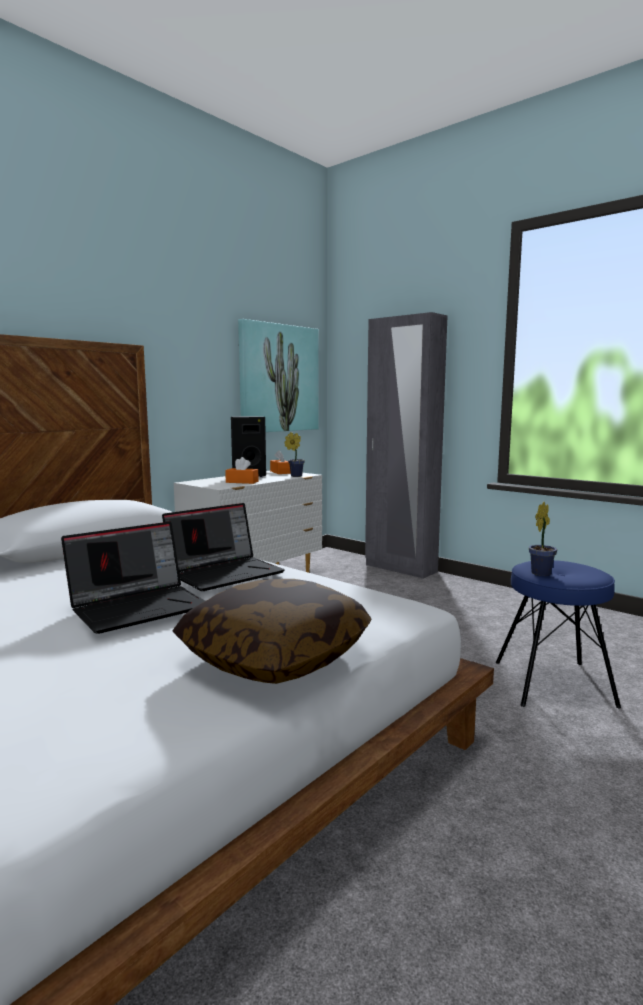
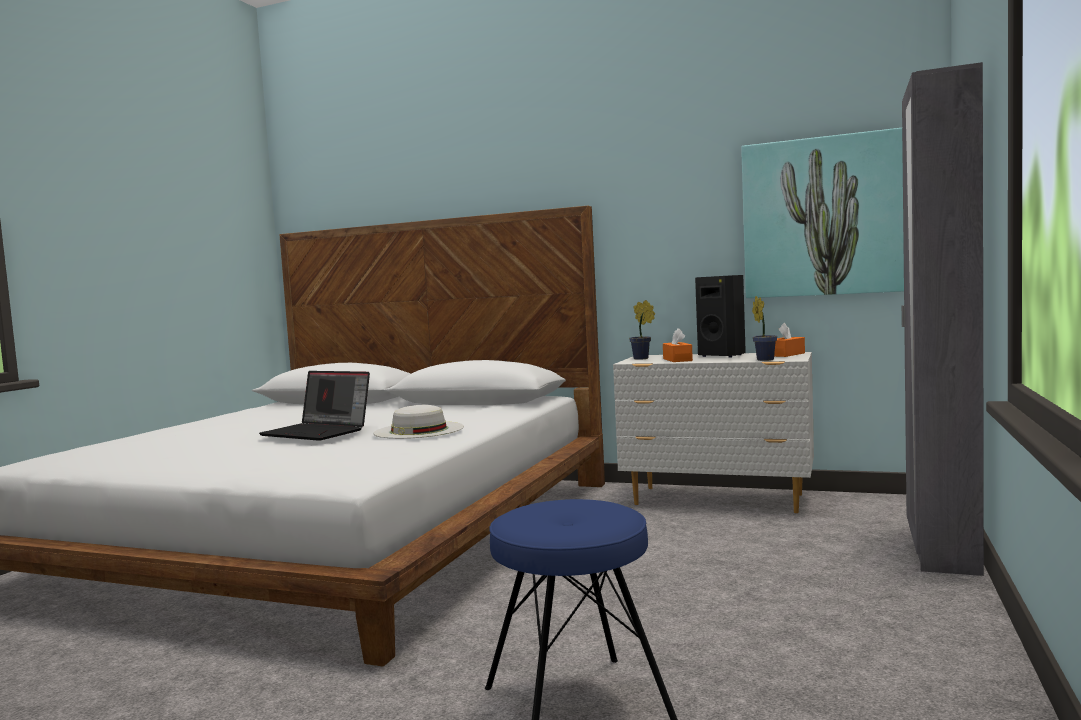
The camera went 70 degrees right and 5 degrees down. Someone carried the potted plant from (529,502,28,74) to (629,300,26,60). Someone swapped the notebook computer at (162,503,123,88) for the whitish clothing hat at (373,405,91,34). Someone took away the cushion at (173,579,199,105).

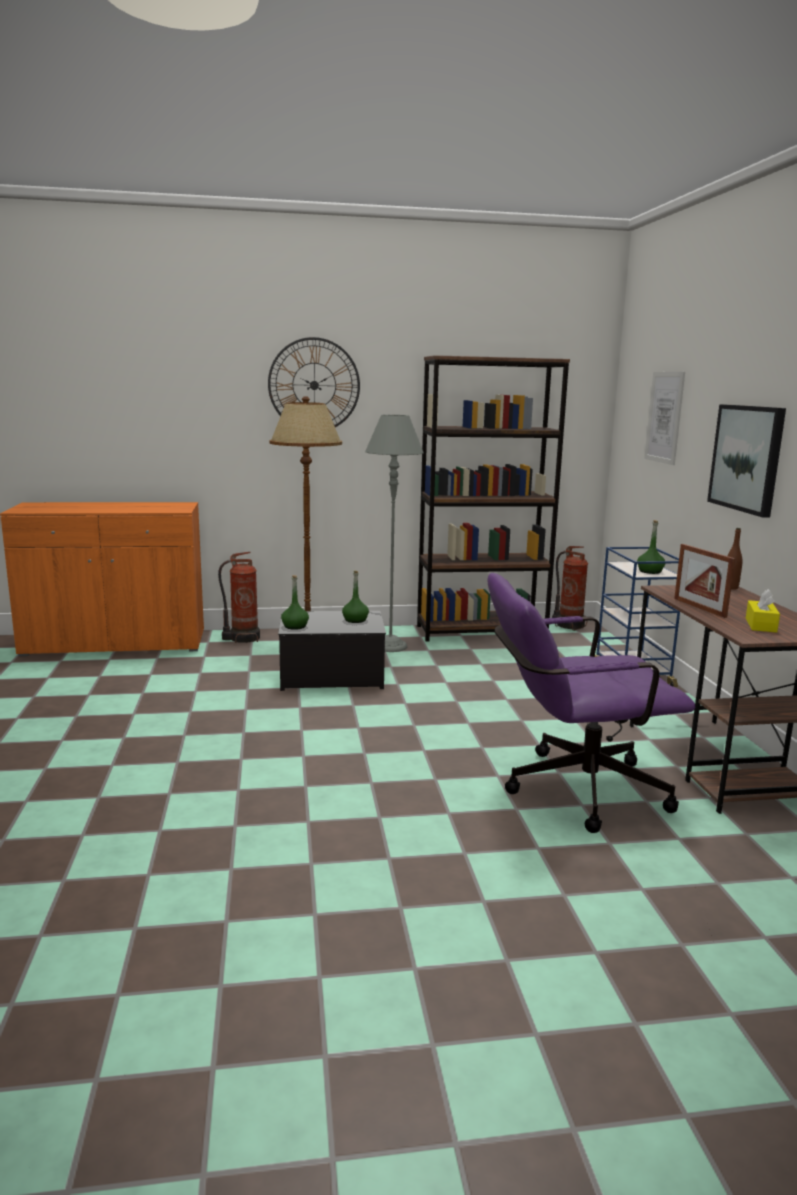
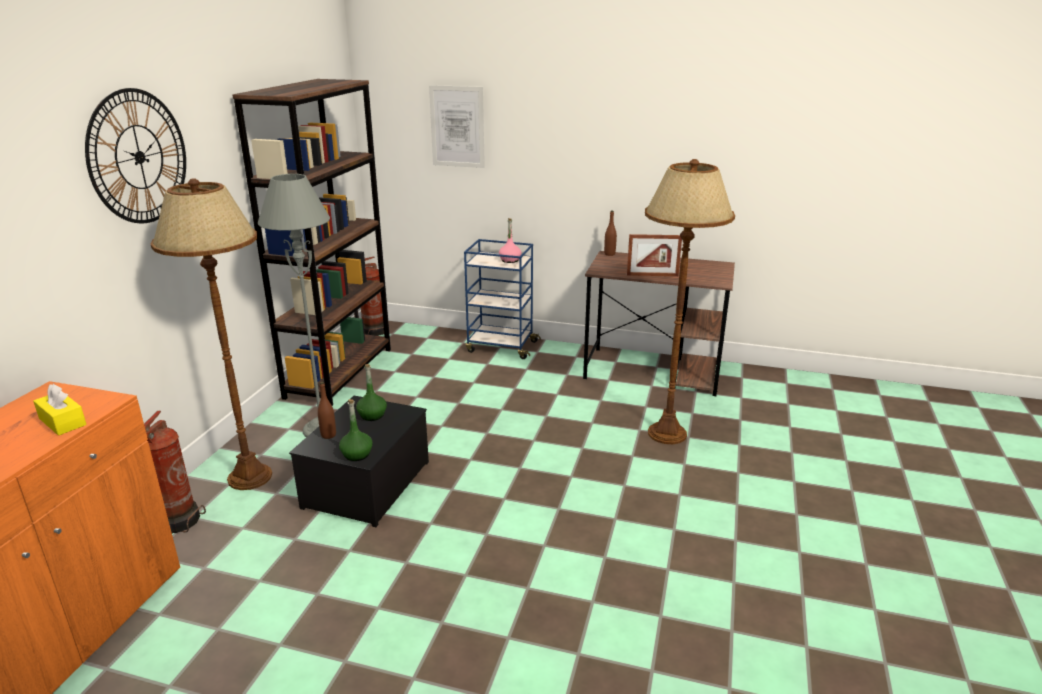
The camera went 65 degrees left and 10 degrees up. Someone took away the wall art at (707,404,79,113). Someone repainted the green bottle at (637,520,28,54), which became the pinkish bottle at (499,218,22,45). Someone swapped the purple-coloured office chair at (487,573,208,260) for the brown standard lamp at (645,159,90,285). Someone carried the yellow-coloured box of tissues from (746,589,34,44) to (33,384,54,51). Someone put down the brown bottle at (318,382,18,57).

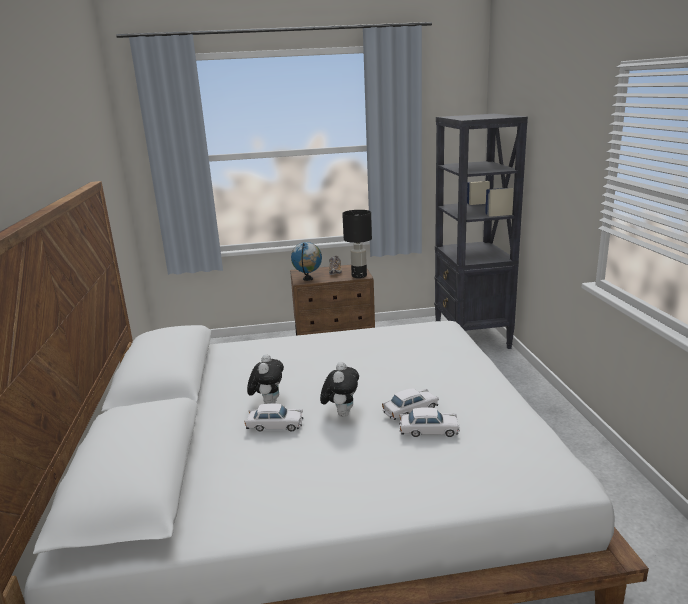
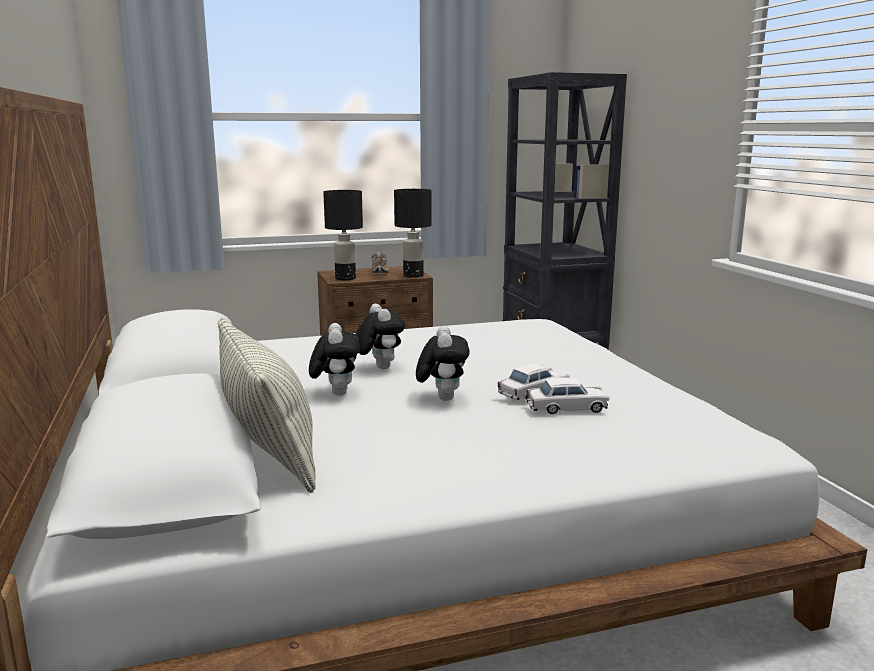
The camera went 10 degrees left and 5 degrees down. Someone swapped the desk globe at (291,242,31,39) for the black-coloured table lamp at (323,190,40,90). Someone took away the whitish toy car at (244,403,59,28). Someone put down the plush toy at (355,304,50,65). Someone put down the cushion at (218,318,98,175).

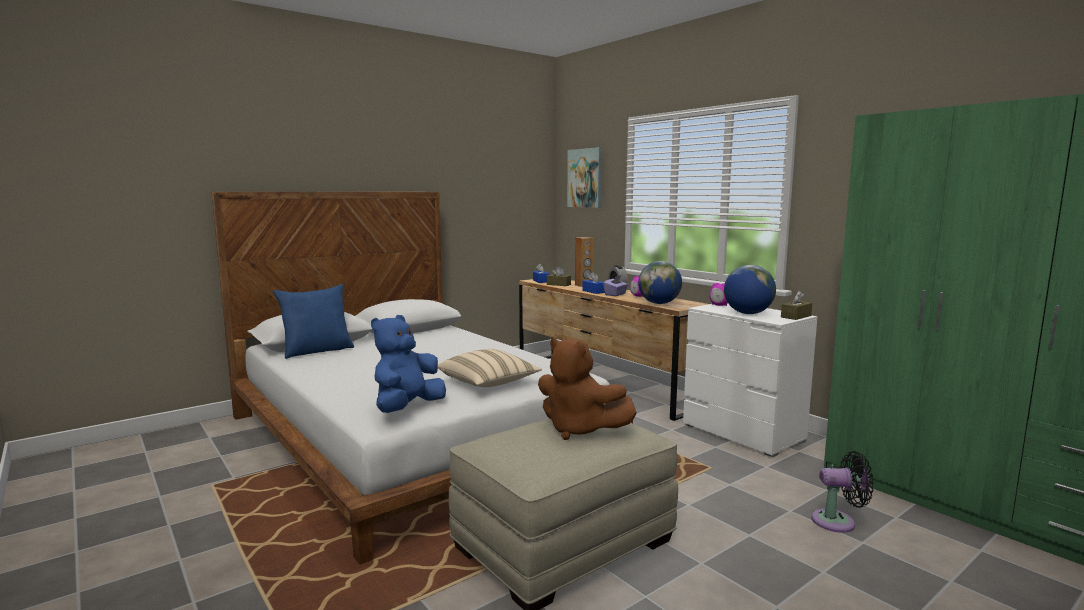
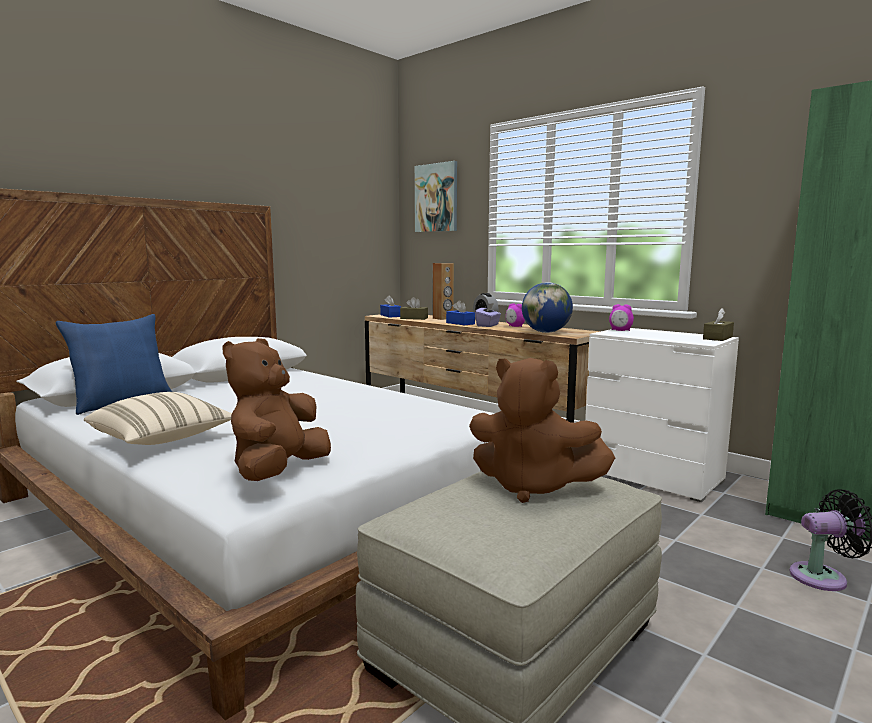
The camera went 10 degrees left and 0 degrees up. Someone took away the desk globe at (724,265,52,49). Someone repainted the blue-coloured plush toy at (371,315,75,98), which became the brown plush toy at (222,338,109,143). Someone carried the beige cushion from (438,349,104,38) to (84,392,148,53).

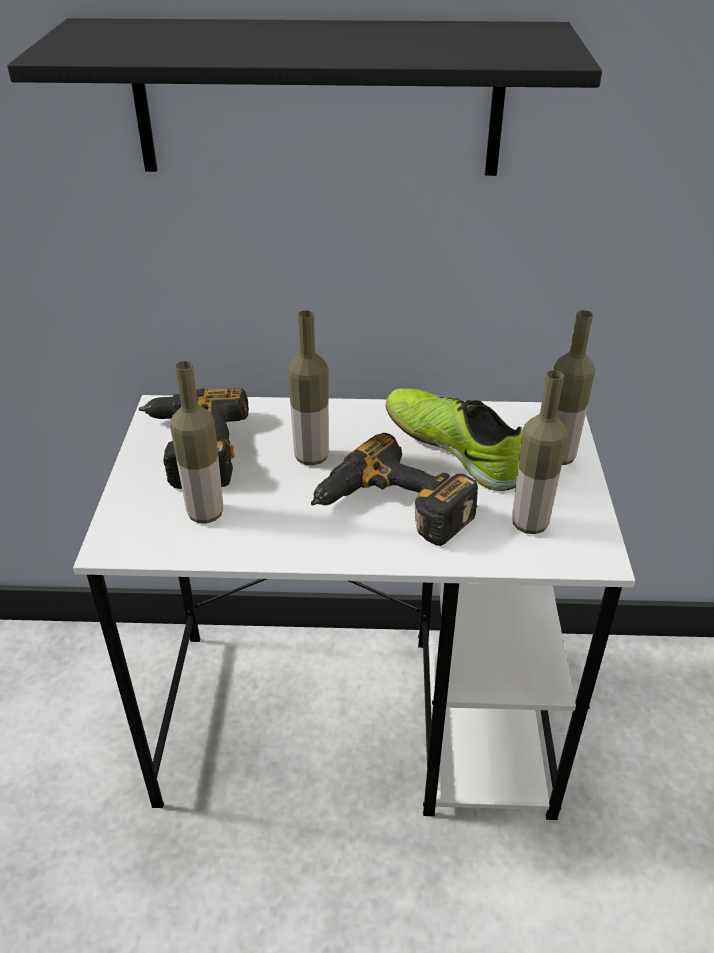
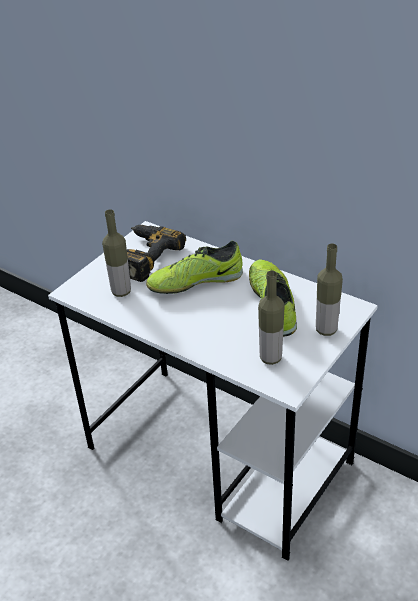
The camera went 35 degrees right and 0 degrees up. Someone took away the black-coloured bracket shelf at (7,18,595,158). Someone swapped the bottle at (288,310,41,156) for the item of footwear at (146,240,97,54). Someone took away the power drill at (311,433,167,113).

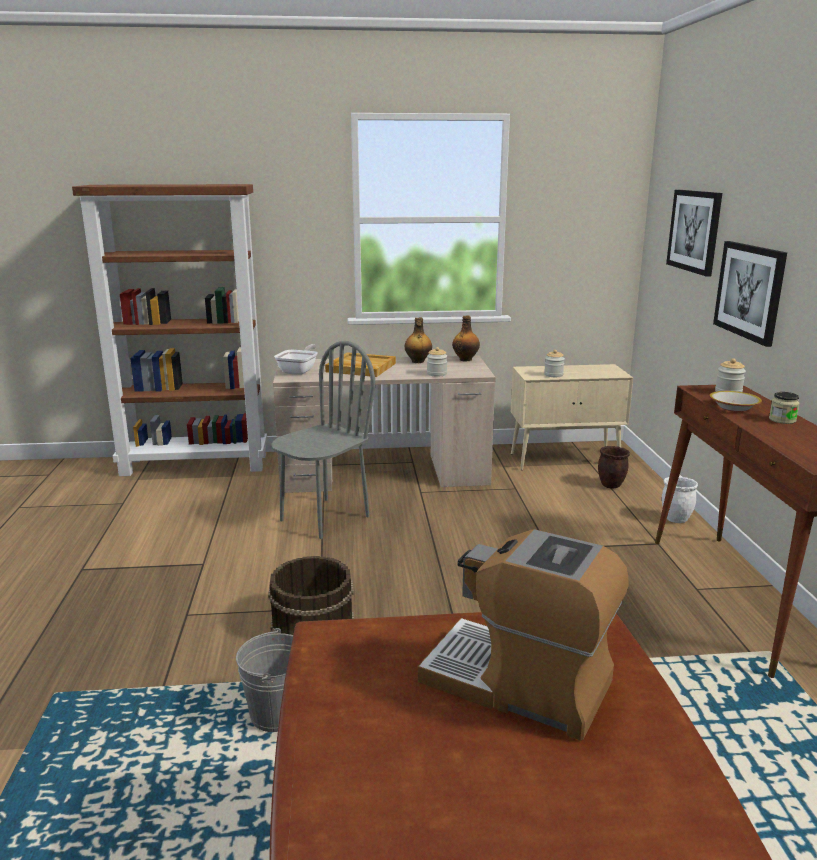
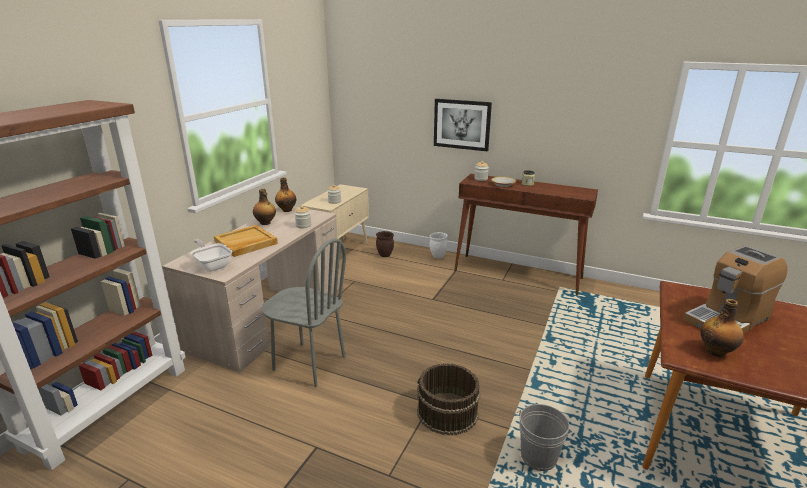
The camera went 60 degrees left and 5 degrees up. Someone took away the wall art at (666,190,56,87). Someone rotated the grey chair at (271,341,104,198) by 135 degrees clockwise. Someone put down the bottle at (700,299,44,58).

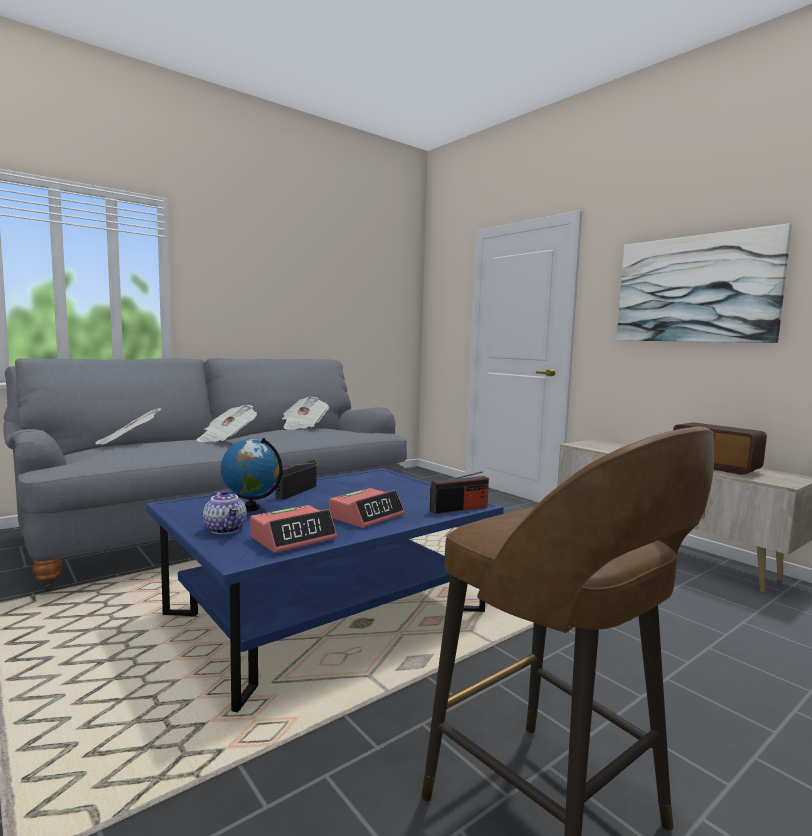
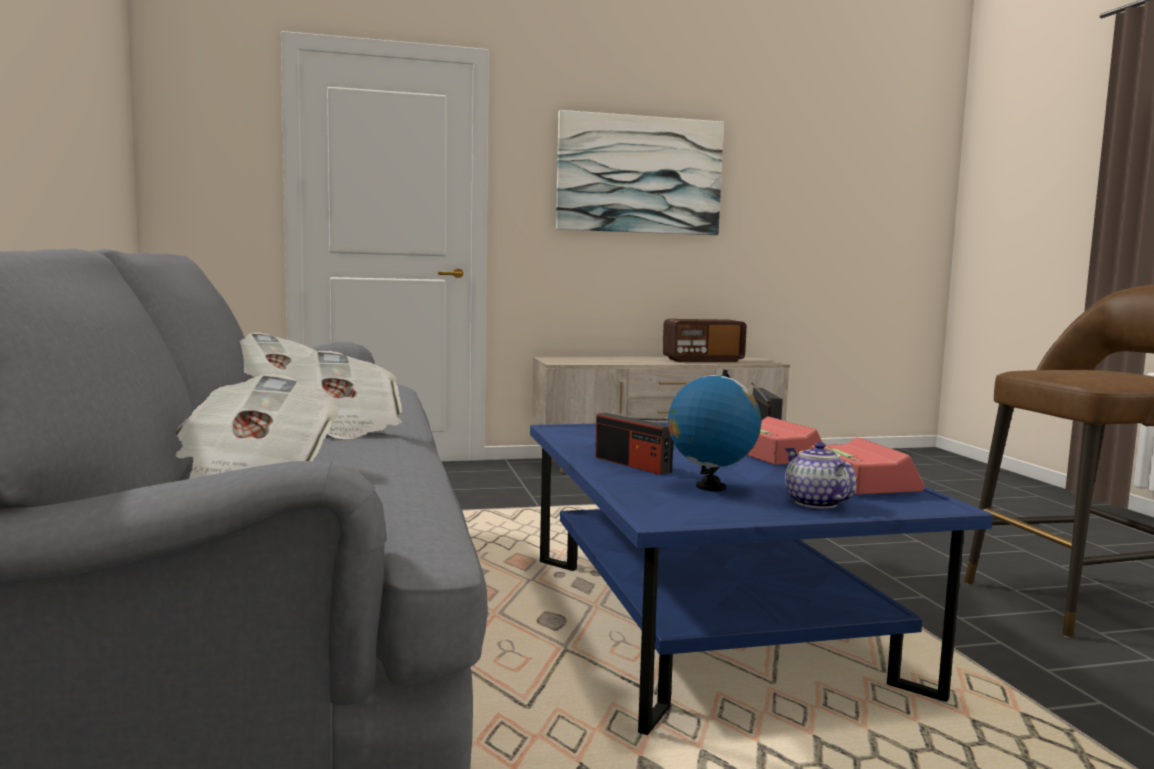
The camera went 65 degrees left and 0 degrees up. Someone rotated the pot for tea at (203,490,44,44) by 105 degrees counterclockwise.

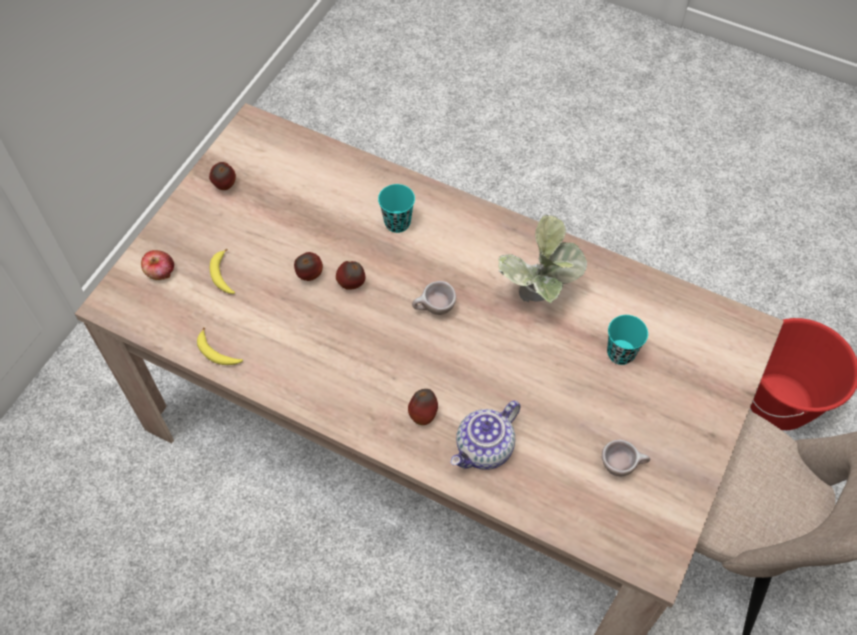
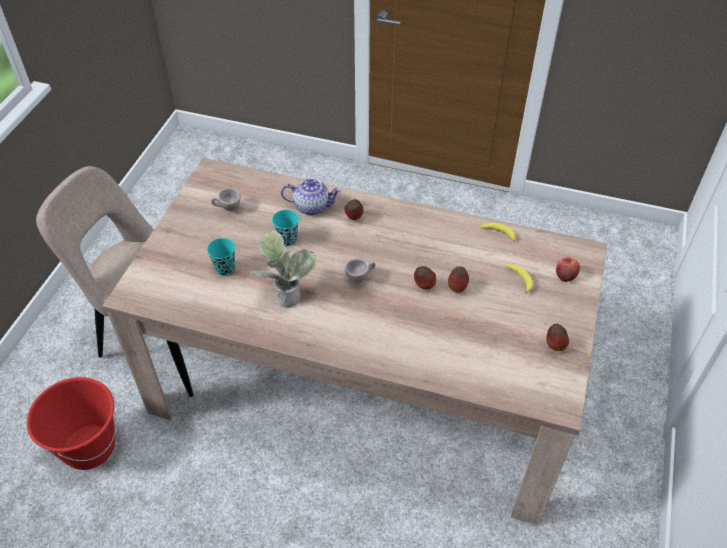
The camera went 170 degrees right and 10 degrees down. Someone carried the turquoise small cup from (378,184,37,49) to (272,210,27,36). Someone rotated the pot for tea at (450,401,71,69) by 60 degrees clockwise.

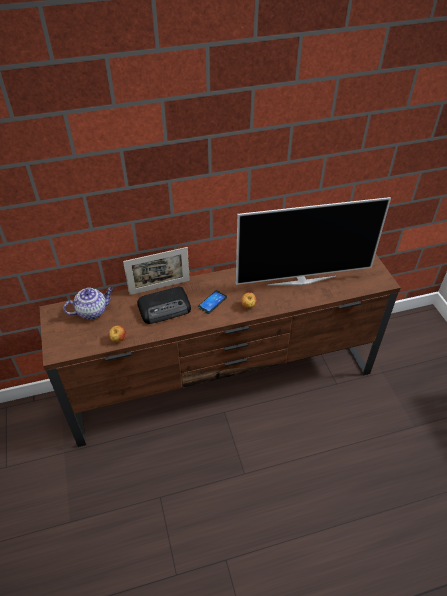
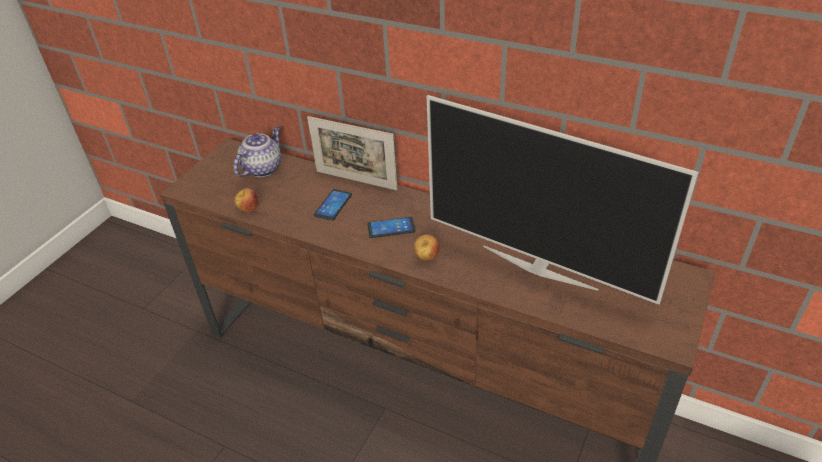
The camera went 45 degrees right and 5 degrees down. Someone rotated the pot for tea at (63,287,50,33) by 75 degrees counterclockwise. Someone swapped the radio receiver at (137,287,54,37) for the handset at (314,189,38,32).

